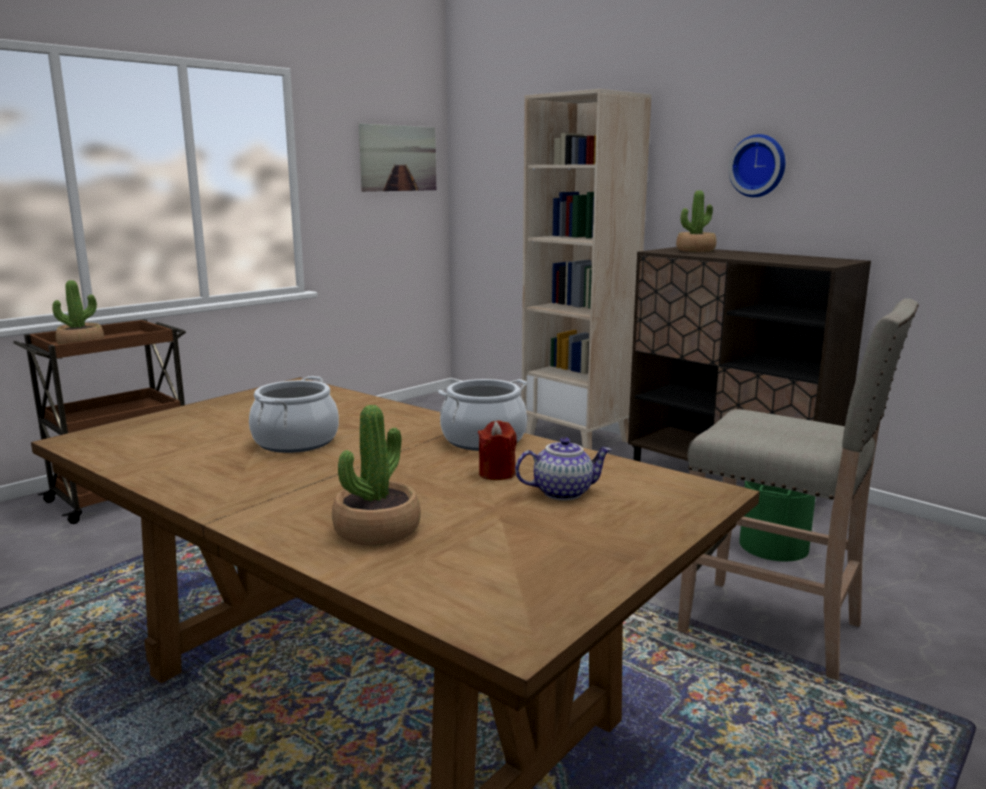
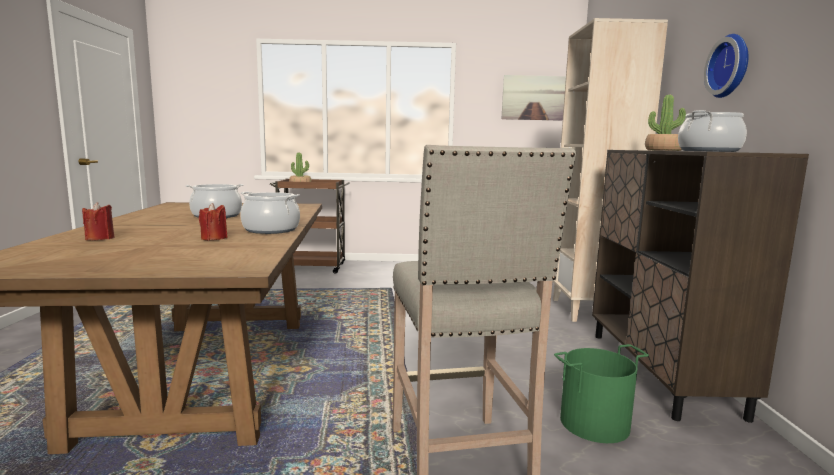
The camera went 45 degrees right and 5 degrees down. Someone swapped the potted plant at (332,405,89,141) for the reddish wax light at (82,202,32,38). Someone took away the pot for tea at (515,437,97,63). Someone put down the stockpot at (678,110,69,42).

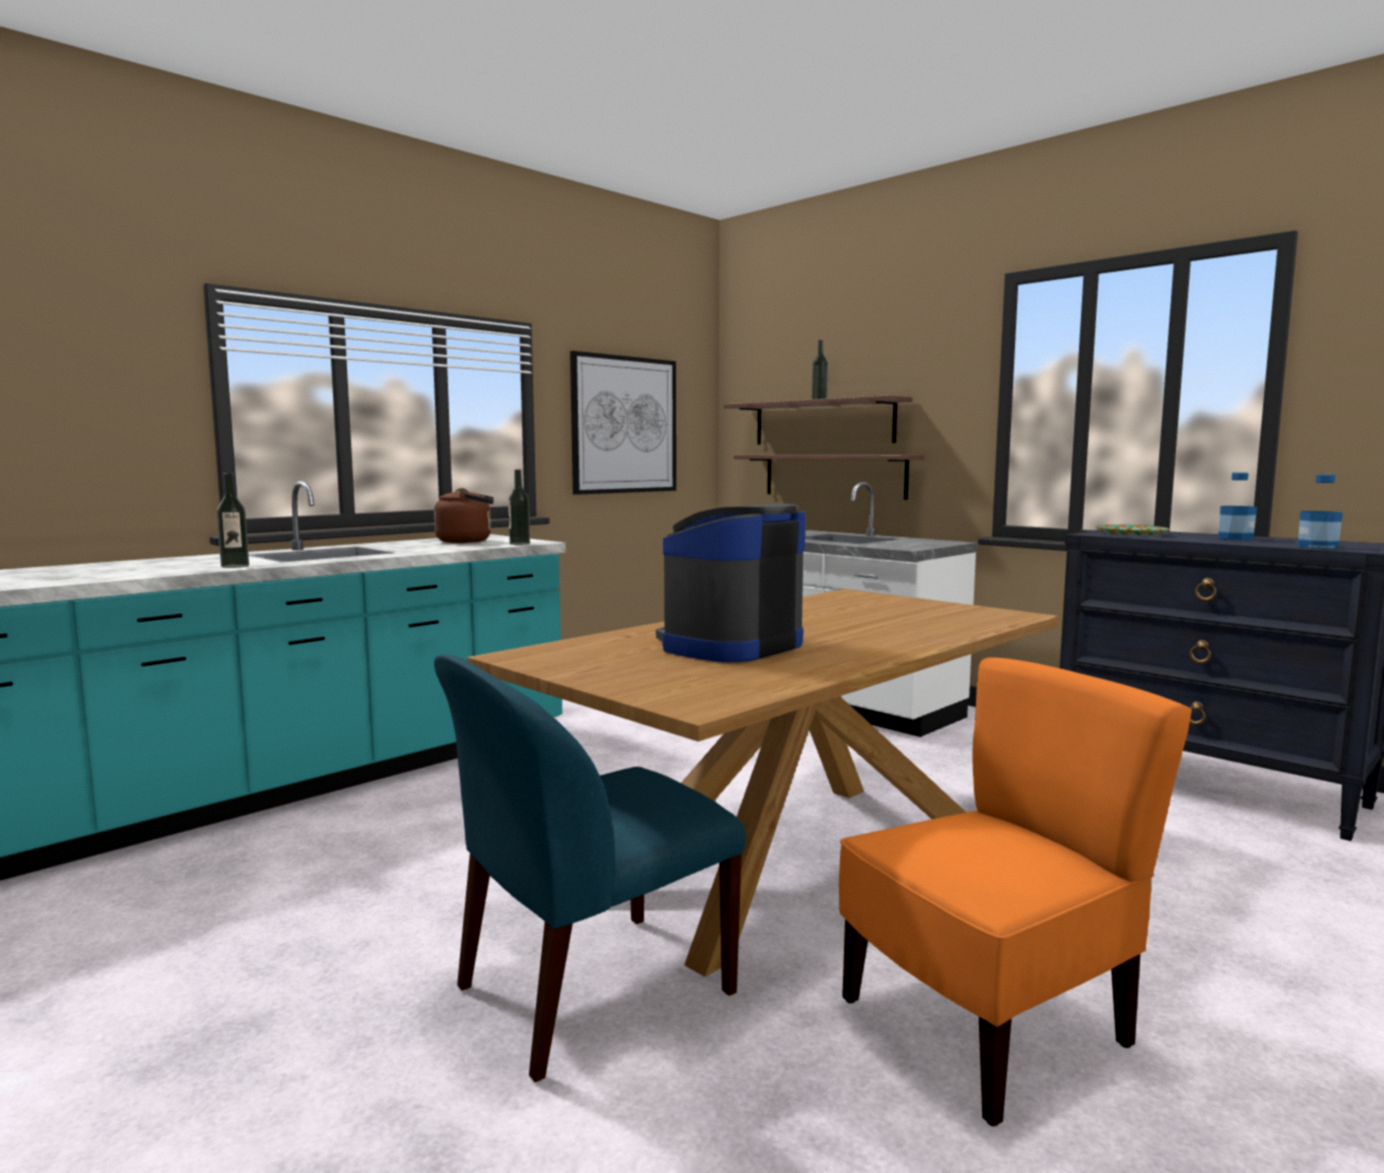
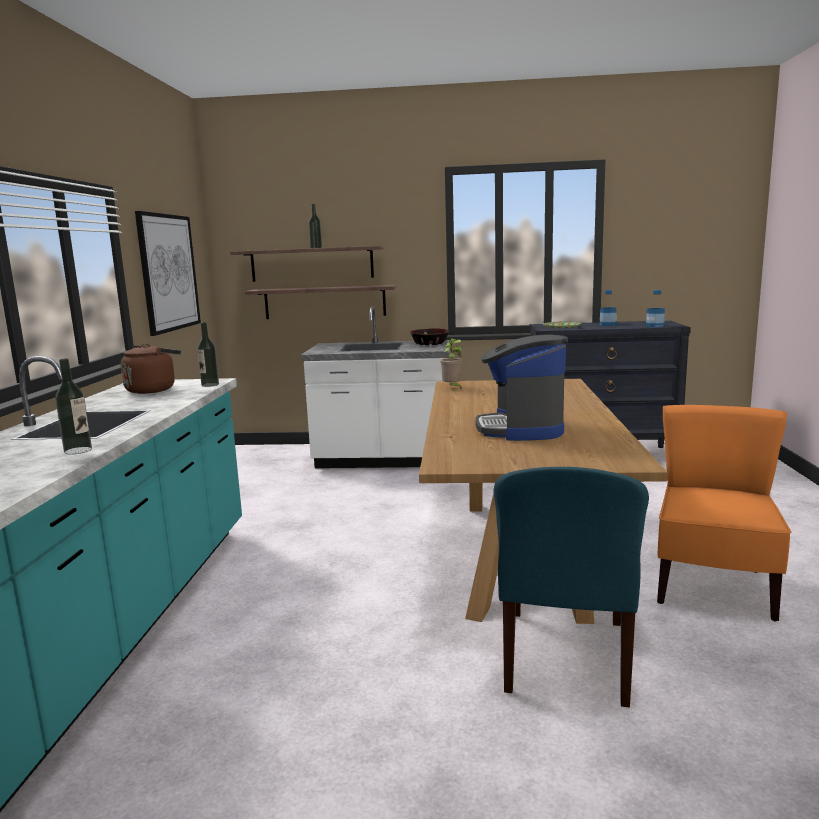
The camera went 40 degrees left and 5 degrees up. Someone put down the bowl at (410,328,39,17). Someone put down the potted plant at (440,338,22,52).

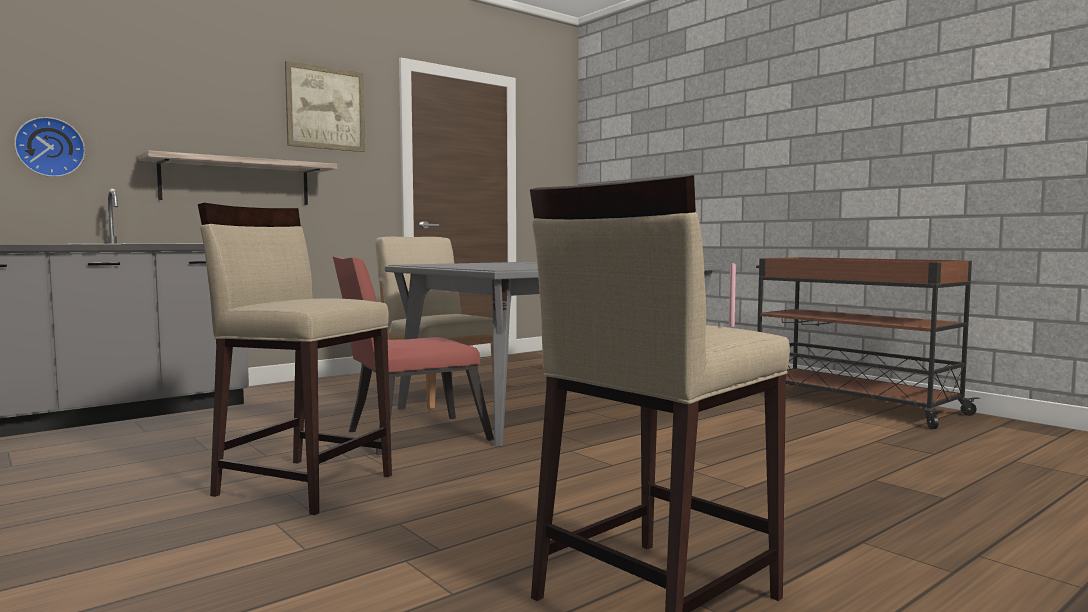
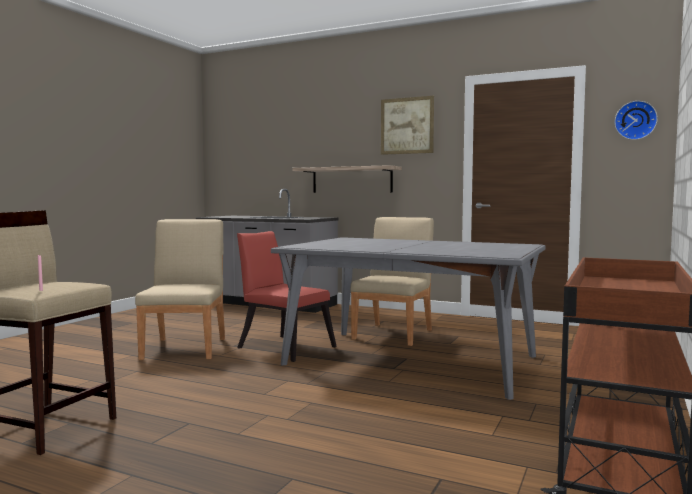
The camera went 65 degrees right and 0 degrees up. Someone carried the wall clock from (14,117,71,60) to (614,101,44,39). Someone swapped the beige stool seat at (198,203,194,312) for the beige chair at (135,219,90,141).

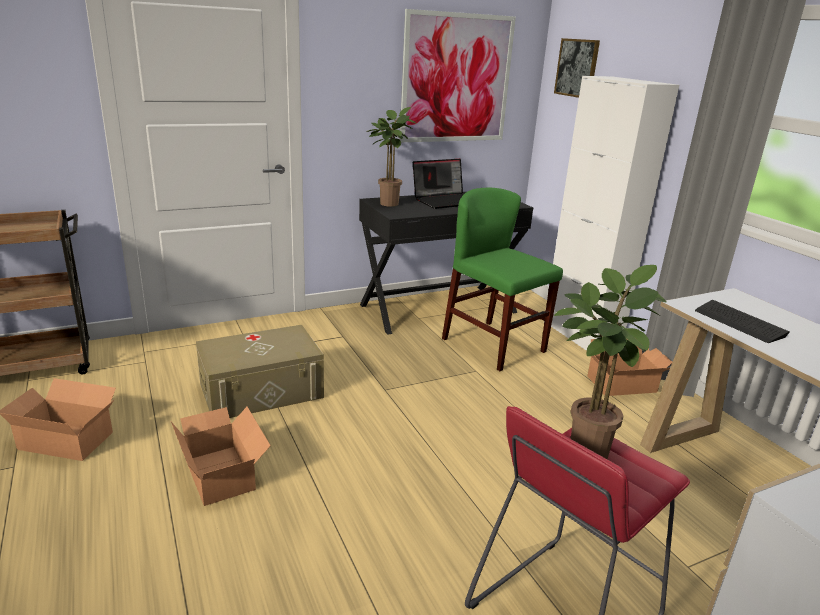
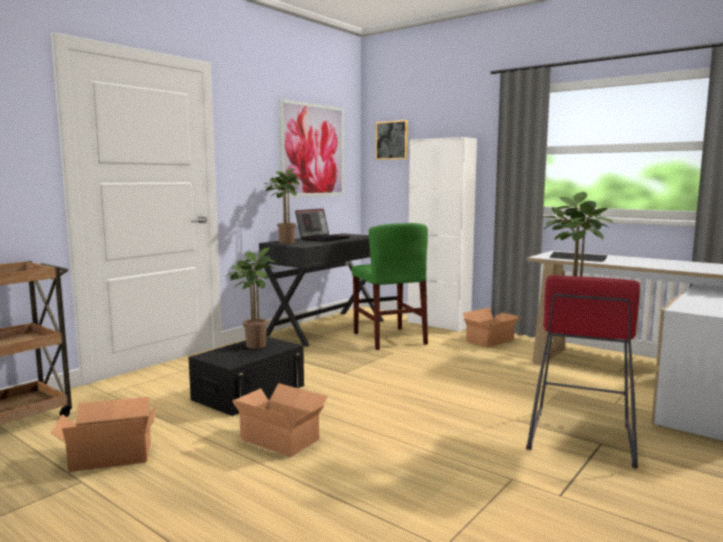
The camera went 25 degrees left and 15 degrees down. Someone rotated the green chair at (442,187,121,184) by 135 degrees counterclockwise. Someone repainted the beige storage box at (196,325,128,93), which became the black-coloured storage box at (188,336,116,80). Someone put down the potted plant at (226,247,50,102).

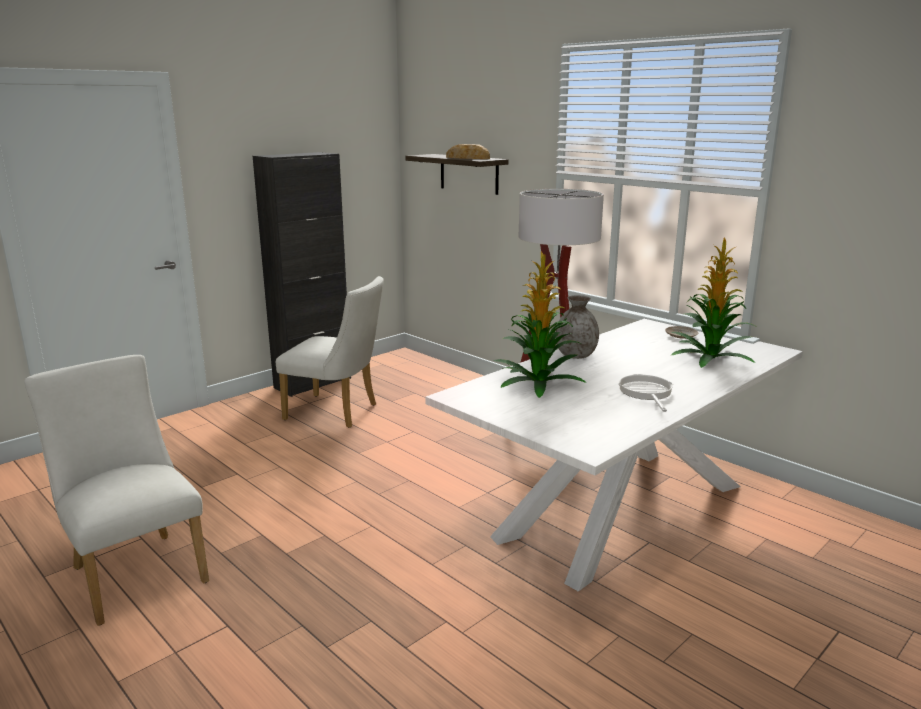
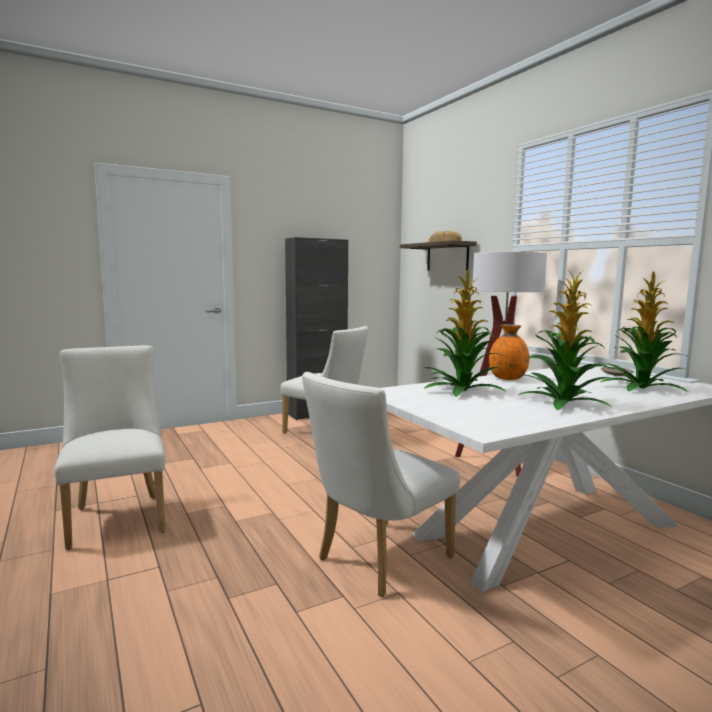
The camera went 15 degrees right and 10 degrees down. Someone repainted the grey vase at (556,295,43,64), which became the orange vase at (489,324,40,56). Someone swapped the frying pan at (618,374,55,38) for the potted plant at (518,270,96,140). Someone put down the whitish chair at (302,372,158,225).

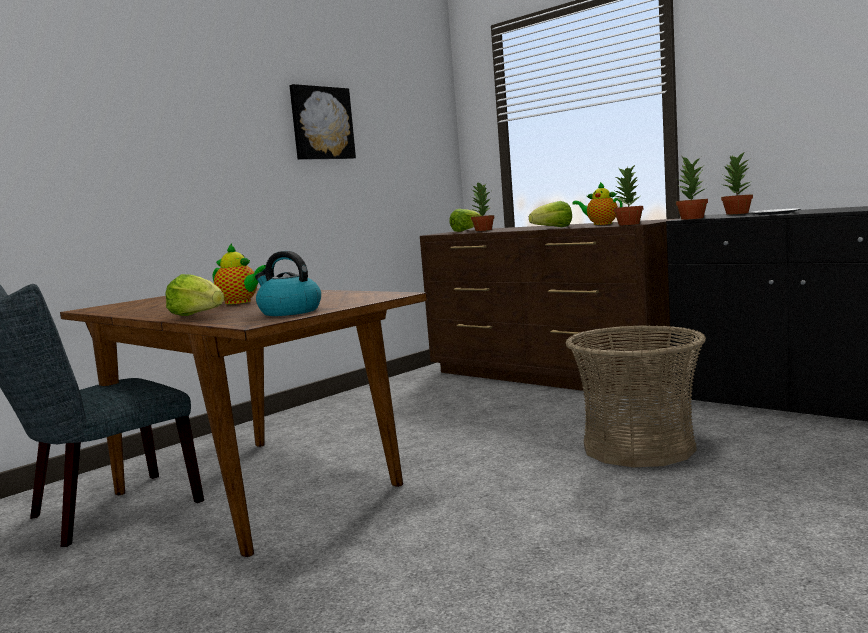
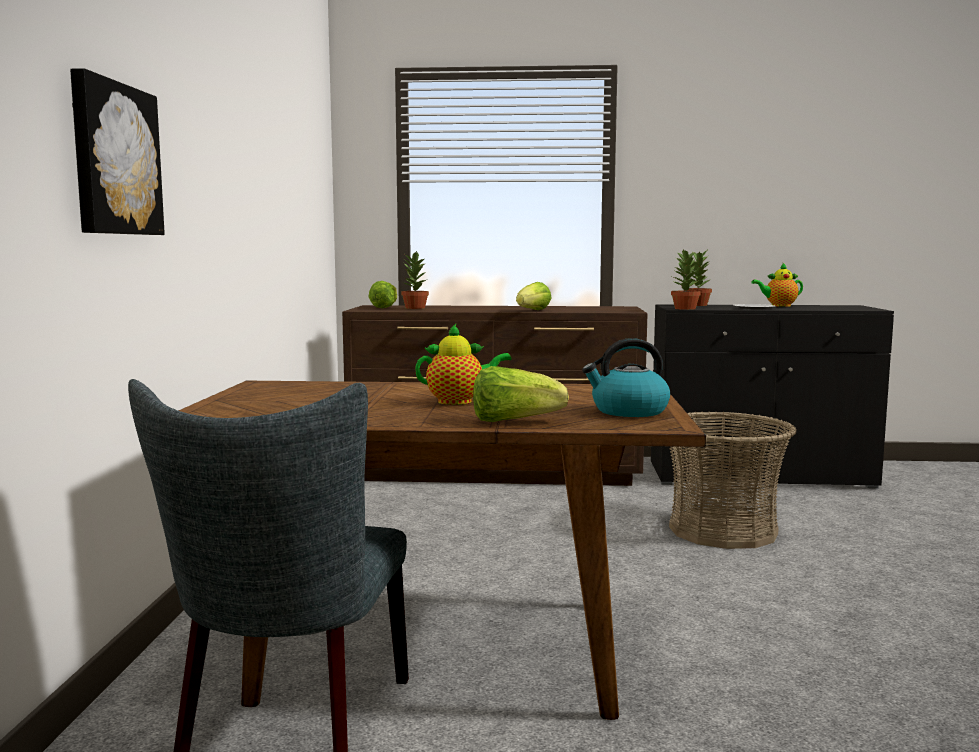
The camera went 40 degrees left and 0 degrees up. Someone carried the wall art from (289,84,67,76) to (70,68,95,167). Someone took away the potted plant at (614,164,29,61). Someone carried the pot for tea from (572,182,51,43) to (751,262,52,45).

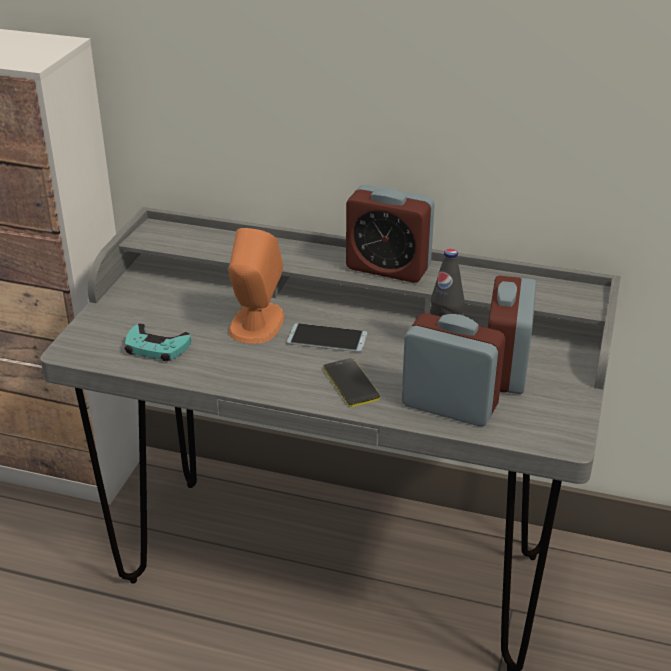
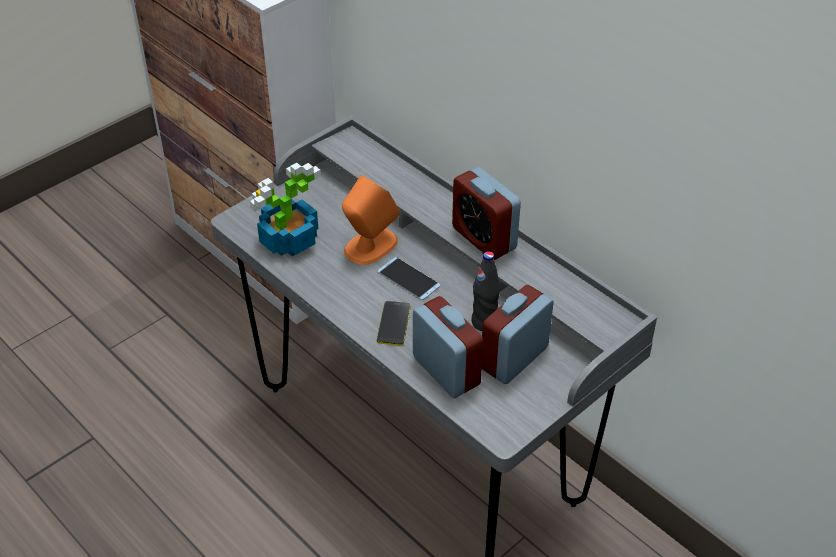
The camera went 30 degrees right and 10 degrees up. Someone swapped the turquoise game controller at (124,323,67,38) for the potted plant at (250,163,71,93).

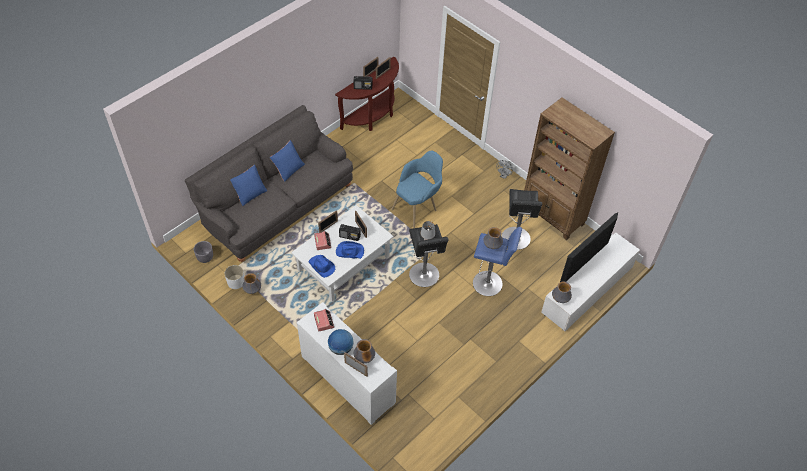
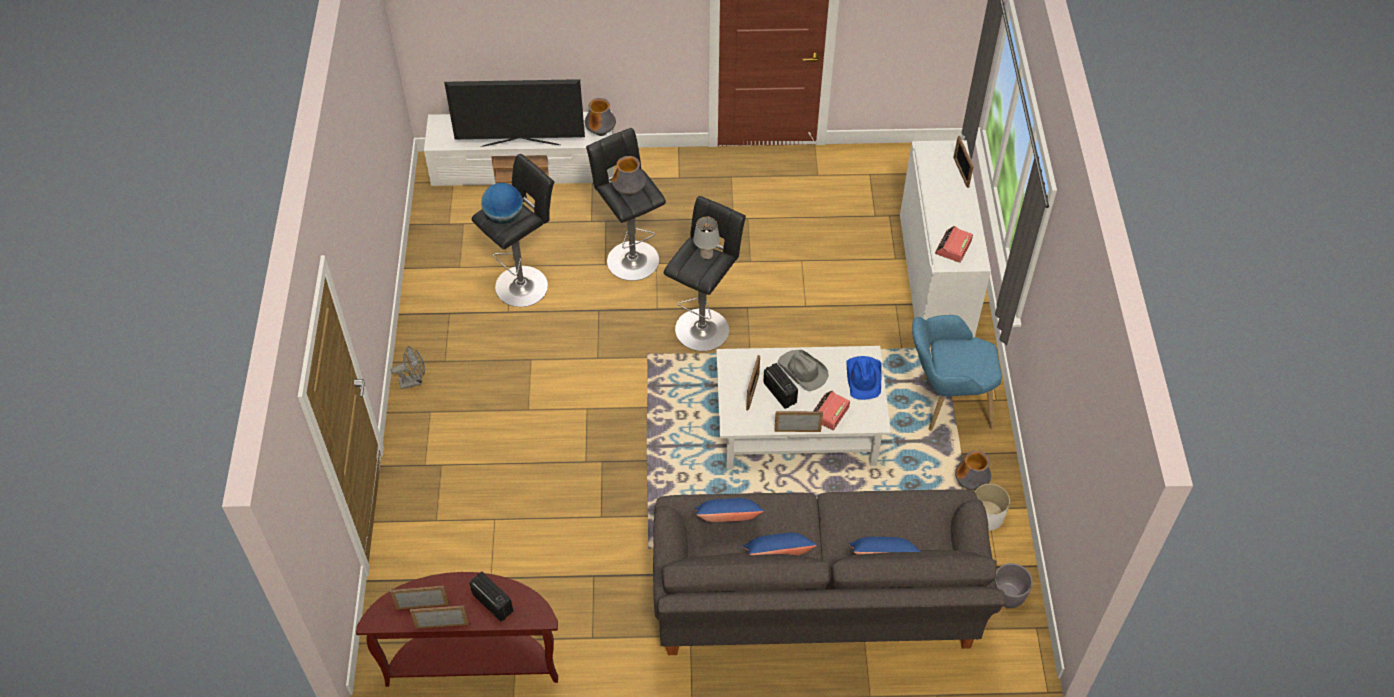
The camera went 135 degrees left and 0 degrees up. Someone took away the brown bookcase at (524,98,91,142). Someone carried the blue-coloured armchair from (391,150,52,78) to (912,315,90,116). Someone repainted the blue-coloured stool seat at (473,227,49,69), which became the black-coloured stool seat at (586,128,80,153). Someone repainted the blue-coloured clothing hat at (336,241,28,18), which became the grey clothing hat at (778,350,51,41). Someone carried the desk globe from (328,329,25,26) to (481,183,42,41). Someone took away the vase at (354,339,21,24). Someone put down the blue-coloured cushion at (695,498,69,24).

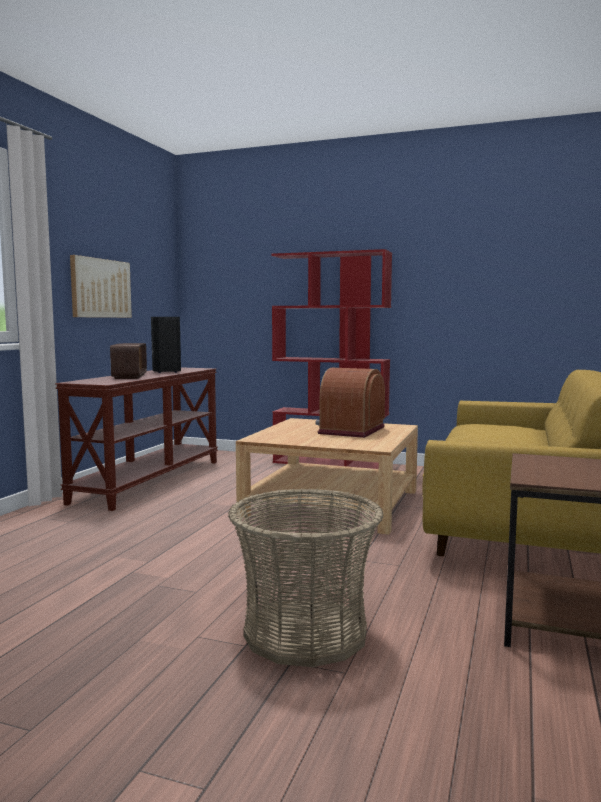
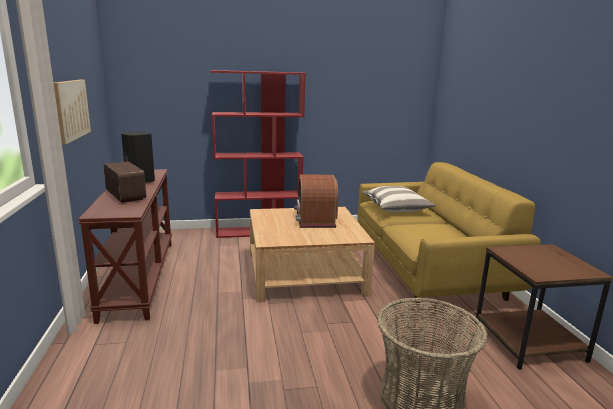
The camera went 30 degrees left and 10 degrees up. Someone put down the cushion at (363,186,73,26).

